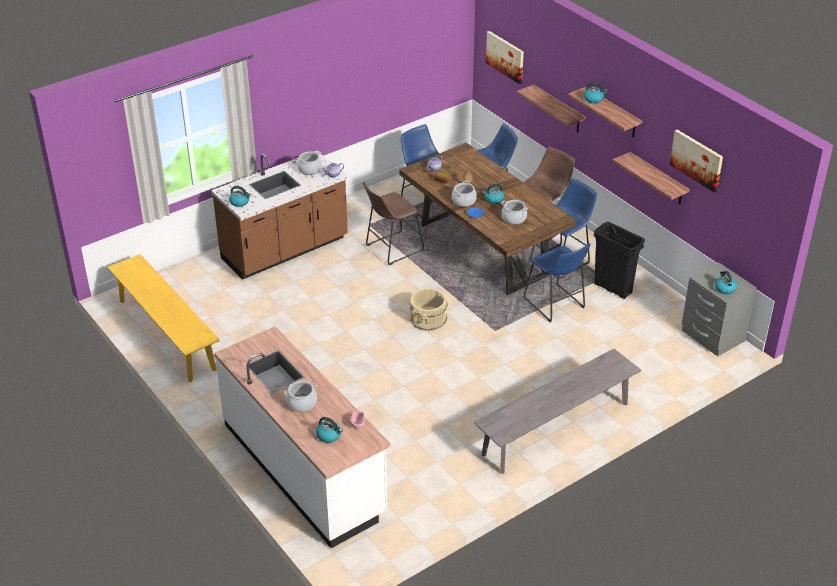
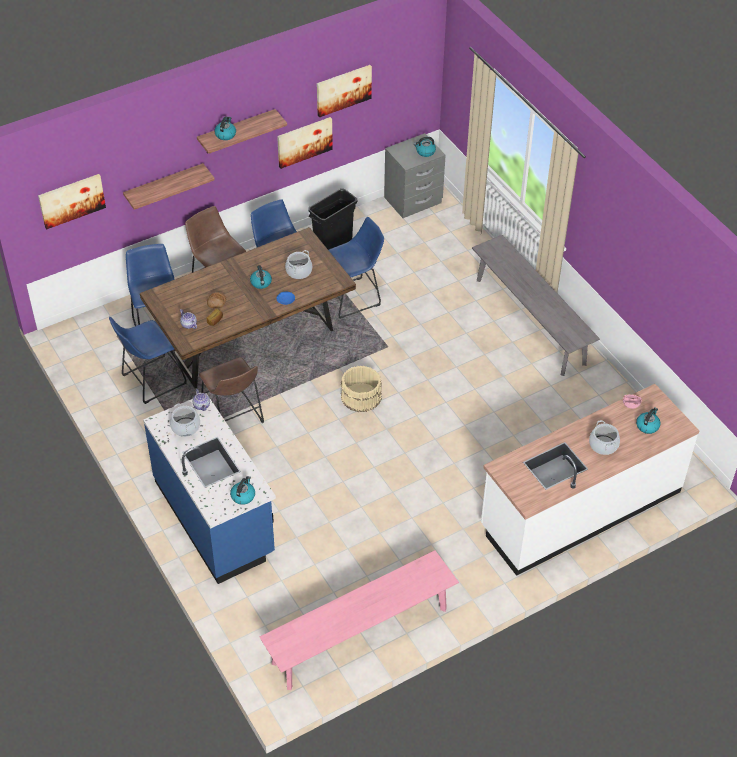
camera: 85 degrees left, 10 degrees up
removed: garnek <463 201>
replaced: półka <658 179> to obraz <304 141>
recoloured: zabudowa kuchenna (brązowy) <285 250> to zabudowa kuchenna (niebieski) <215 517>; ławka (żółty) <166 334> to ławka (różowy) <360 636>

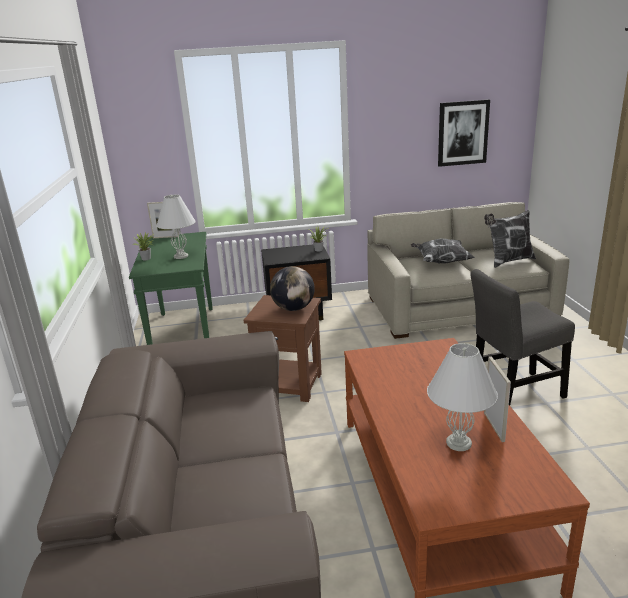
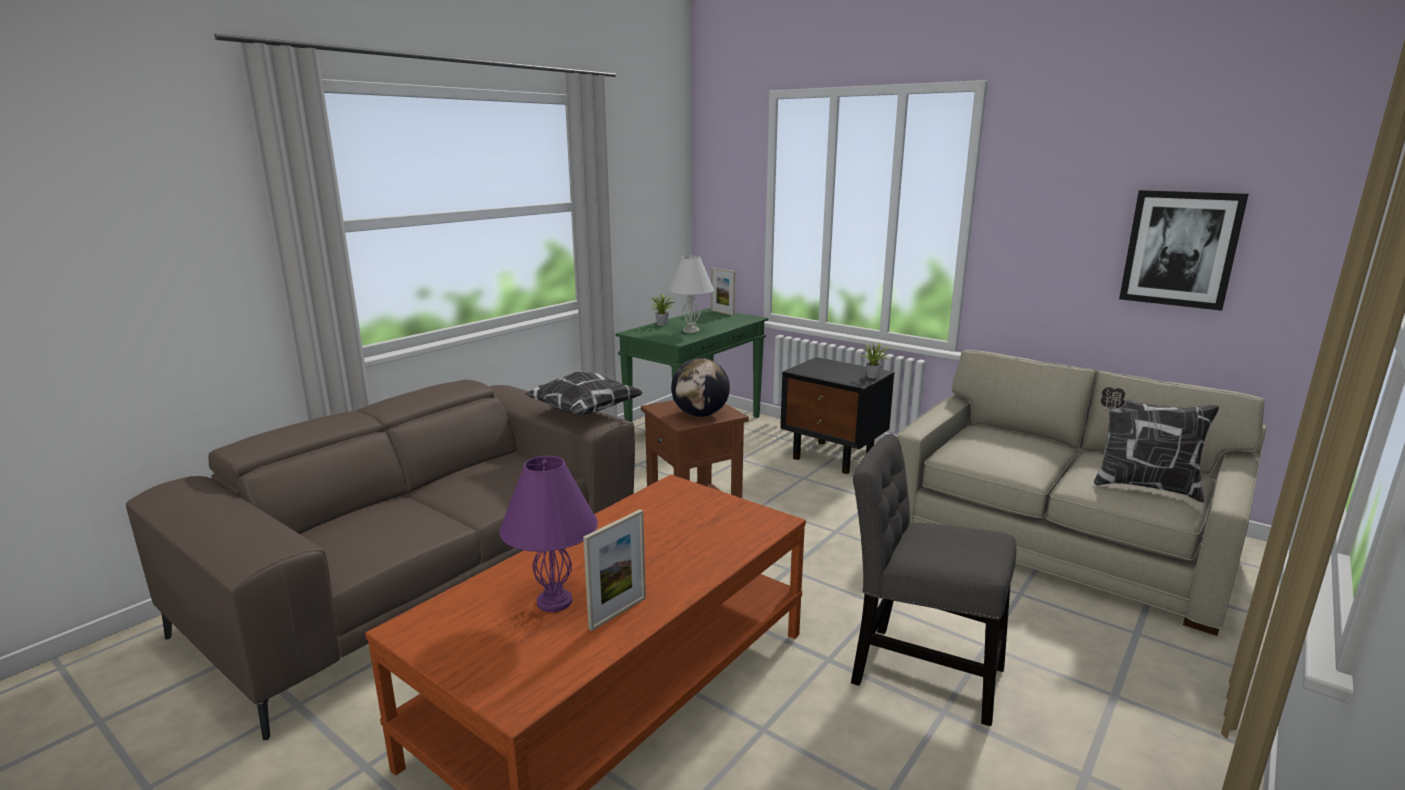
camera: 45 degrees right, 5 degrees down
moved: poduszka <440 262> to <584 412>
recoloured: lampa stołowa (biały) <459 443> to lampa stołowa (fioletowy) <553 602>

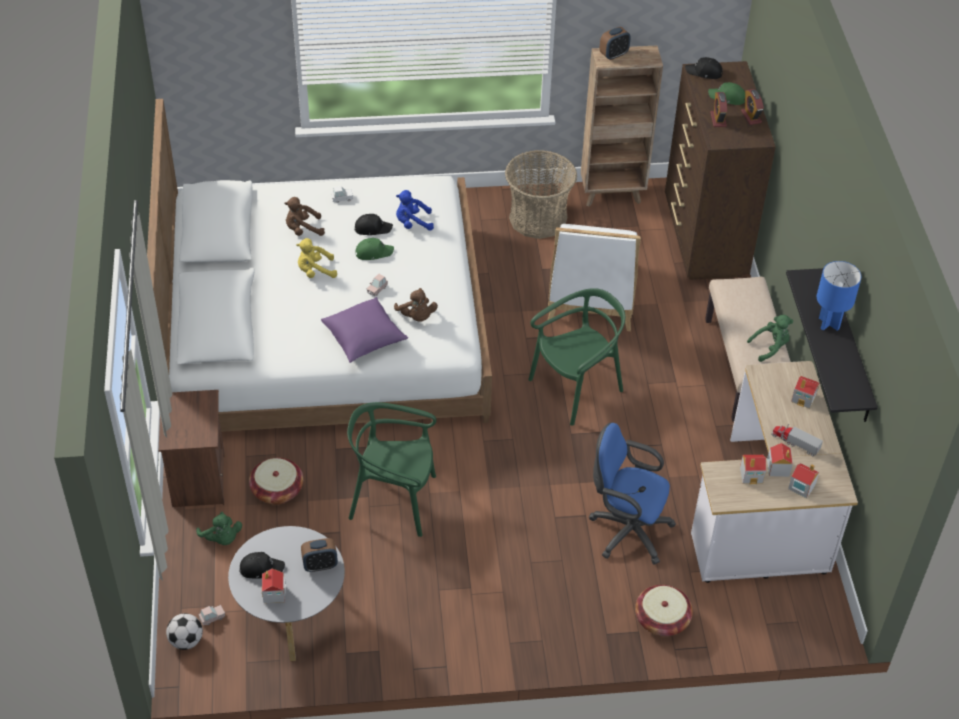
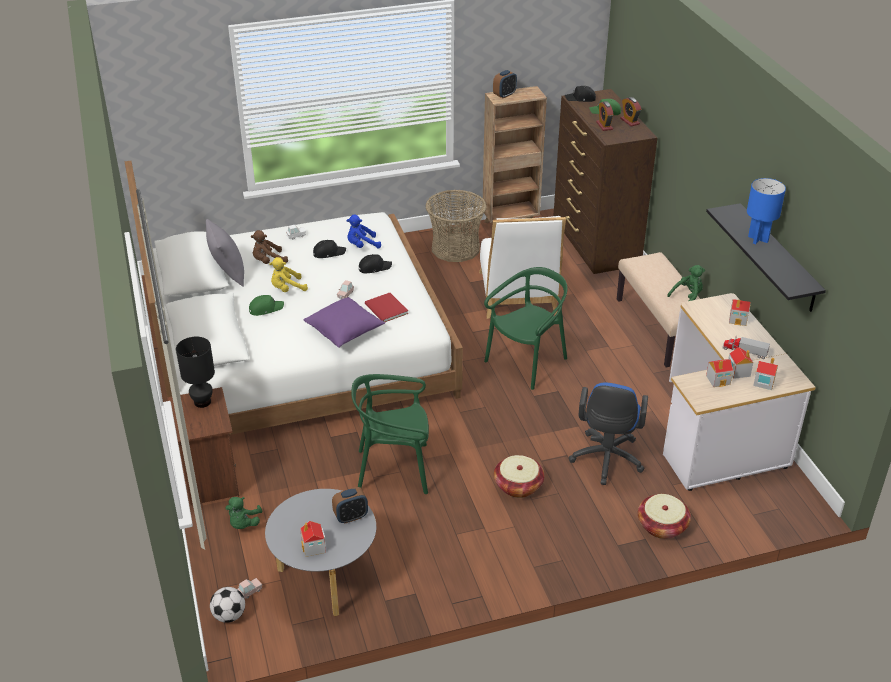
camera: 10 degrees left, 10 degrees down
added: lampa stołowa (czarny) <202 402>; poduszka (szary) <228 274>
moved: czapka z daszkiem (zielony) <373 252> to <265 308>; czapka z daszkiem (czarny) <261 568> to <374 267>; koszyk <277 490> to <518 486>
replaced: pluszak (brązowy) <416 317> to książka (czerwony) <386 310>
turned: pluszak (zielony) <222 538> = <243 524> 60 degrees clockwise; krzesło biurowe (niebieski) <626 530> = <606 461> 90 degrees counterclockwise

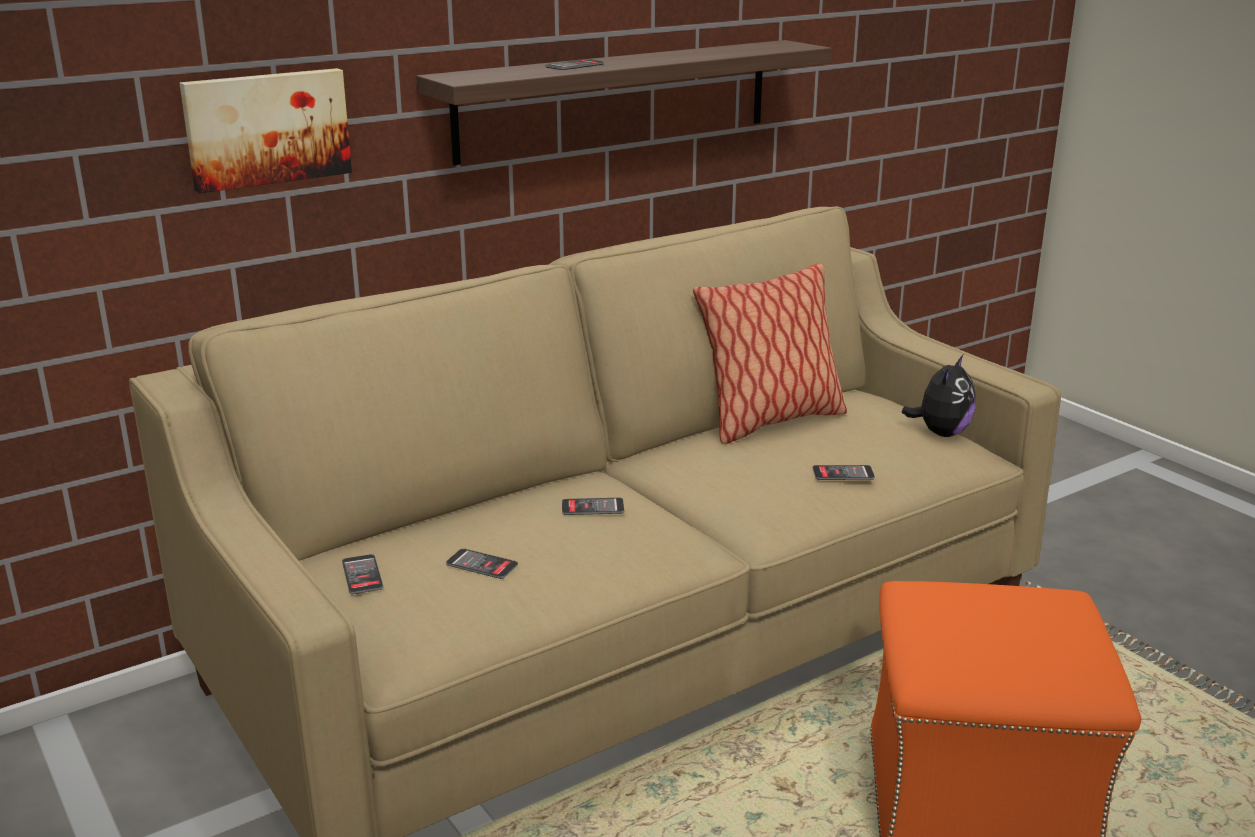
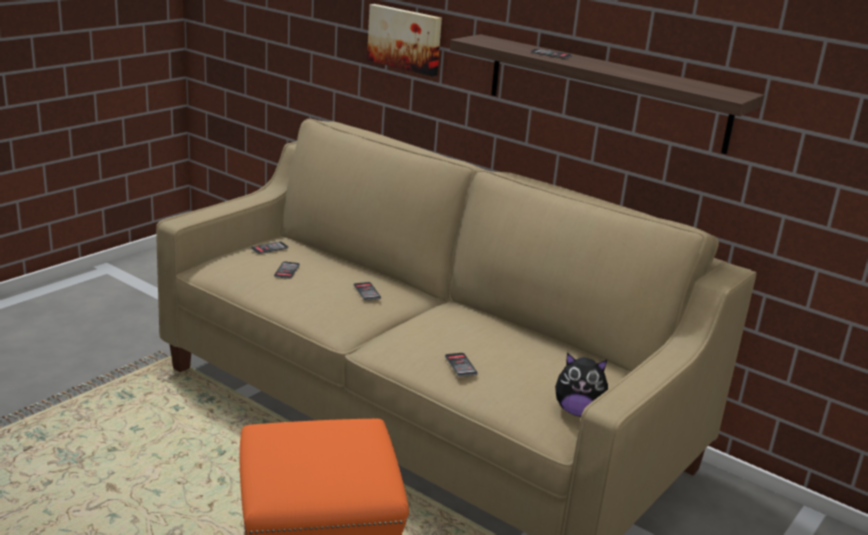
camera: 70 degrees right, 0 degrees up
removed: poduszka <771 422>

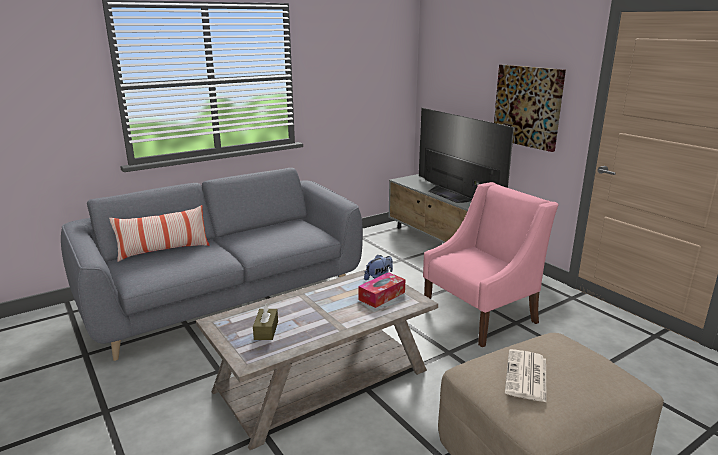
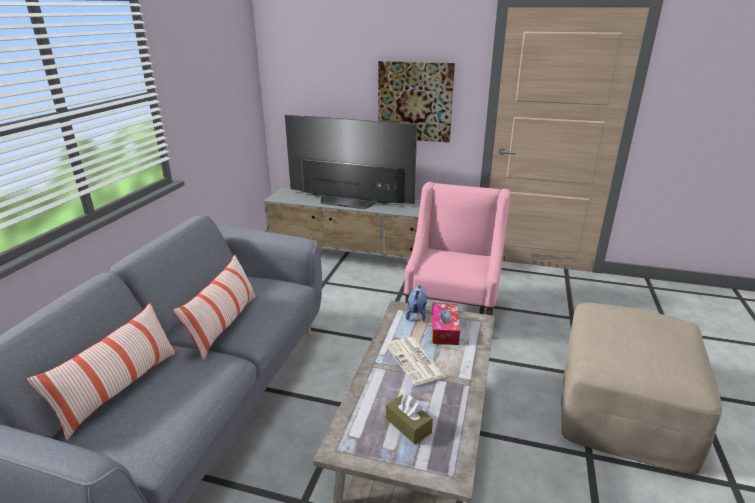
camera: 40 degrees left, 5 degrees up
added: poduszka <224 324>
moved: gazeta <527 376> to <415 361>

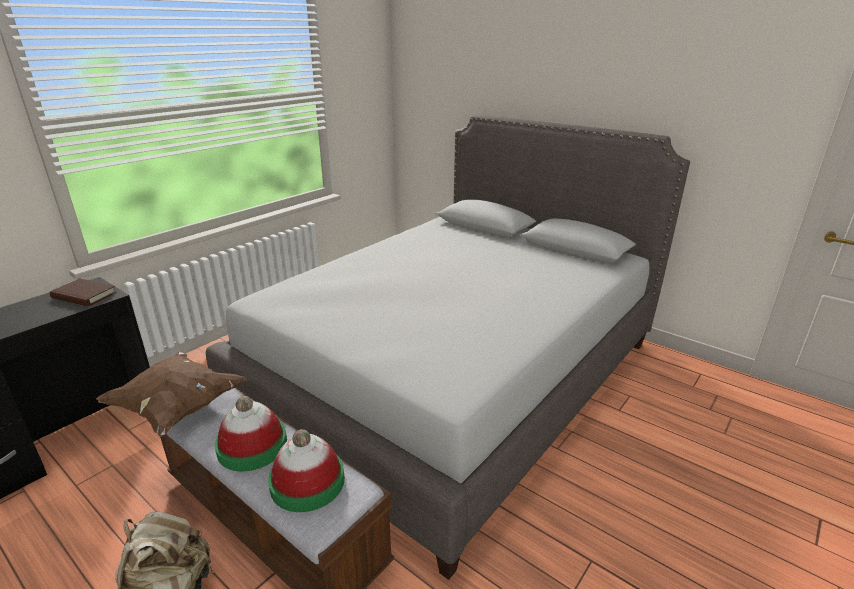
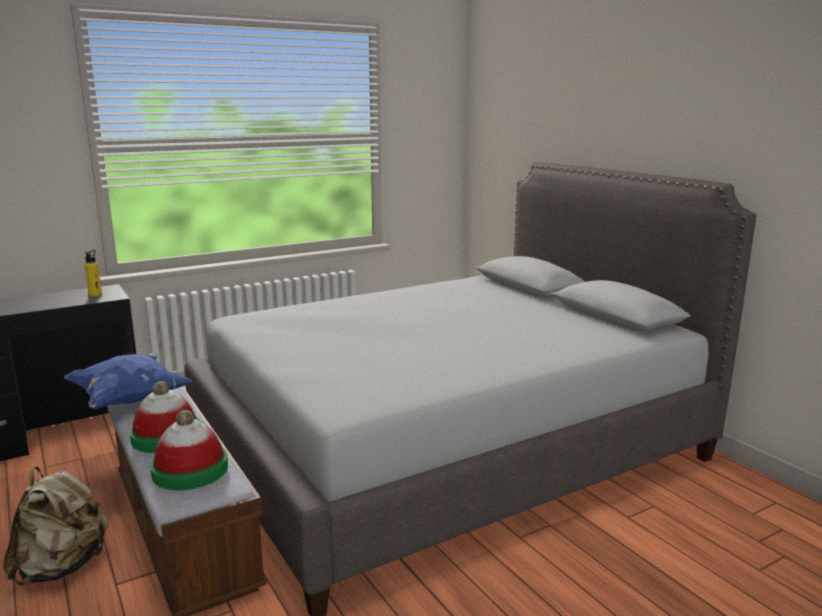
camera: 20 degrees right, 10 degrees down
replaced: książka (brązowy) <84 295> to butelka (żółty) <95 295>
recoloured: poduszka (brązowy) <177 408> to poduszka (niebieski) <129 399>

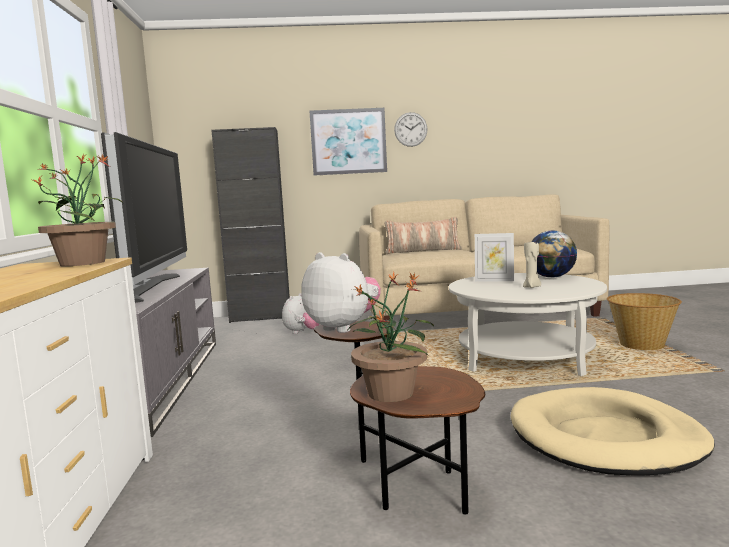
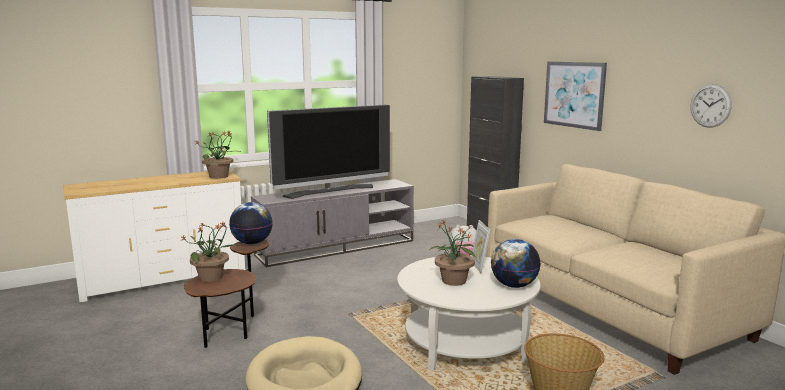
camera: 65 degrees right, 5 degrees up
removed: poduszka <423 251>
moved: zegar ścienny <410 129> to <710 105>
replaced: pluszak <343 327> to globus <252 243>; świeca (beżowy) <532 287> to roślina doniczkowa <453 281>

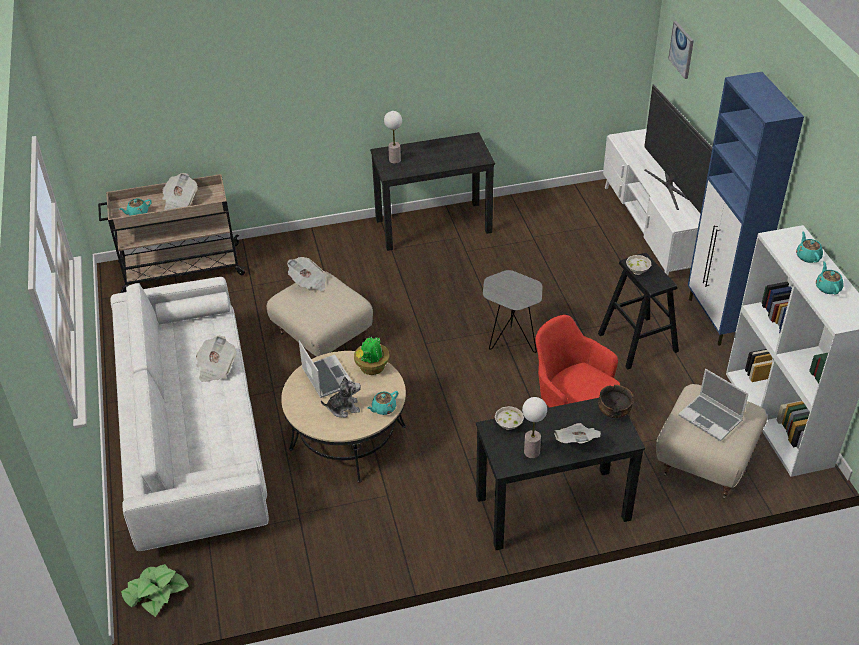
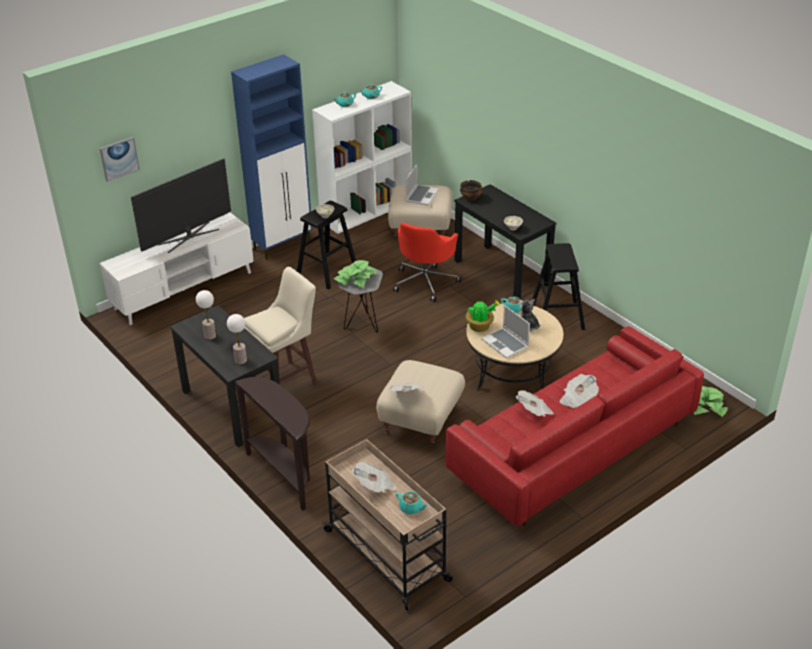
camera: 115 degrees left, 5 degrees down
added: stolik konsolowy (brązowy) <285 475>; stołek (beżowy) <286 381>; roślina doniczkowa <355 279>; stołek (czarny) <557 317>
moved: lampa stołowa <531 452> to <210 336>; gazeta <576 442> to <577 399>
recoloured: kanapa (biały) <193 435> to kanapa (czerwony) <572 449>
turned: laptop <326 377> = <506 344> 75 degrees counterclockwise

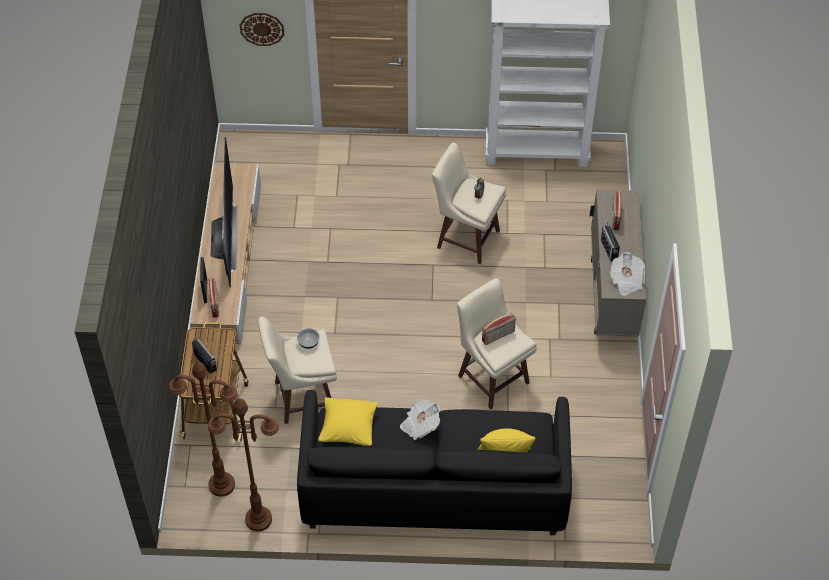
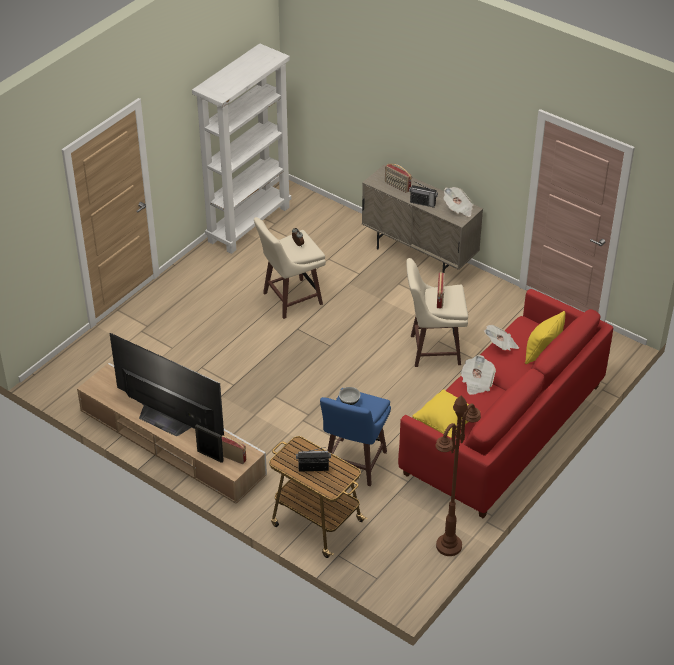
camera: 55 degrees left, 10 degrees down
removed: lampa stojąca (brązowy) <221 485>; zegar ścienny <262 28>
added: gazeta <501 345>
recoloured: stołek (beżowy) <302 397> to stołek (niebieski) <354 463>; kanapa (czarny) <434 487> to kanapa (czerwony) <504 429>

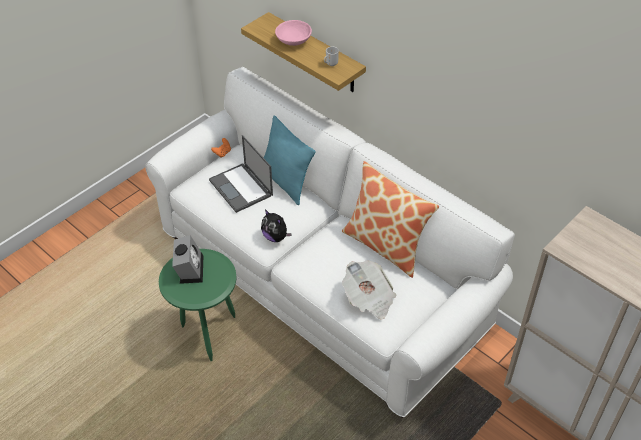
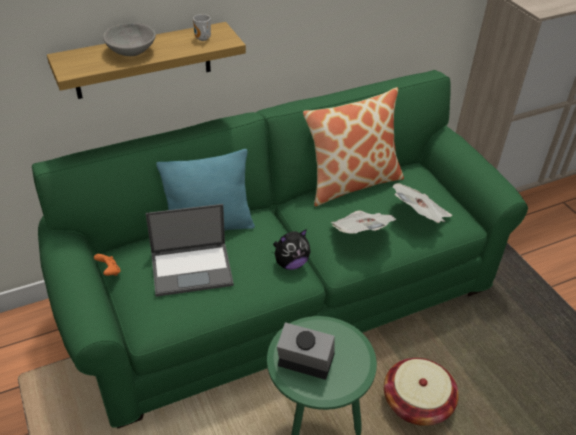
camera: 70 degrees left, 5 degrees down
added: gazeta <360 233>; koszyk <417 403>
recoloured: kanapa (biały) <320 280> to kanapa (zielony) <285 295>; miska (różowy) <294 41> to miska (szary) <131 51>

